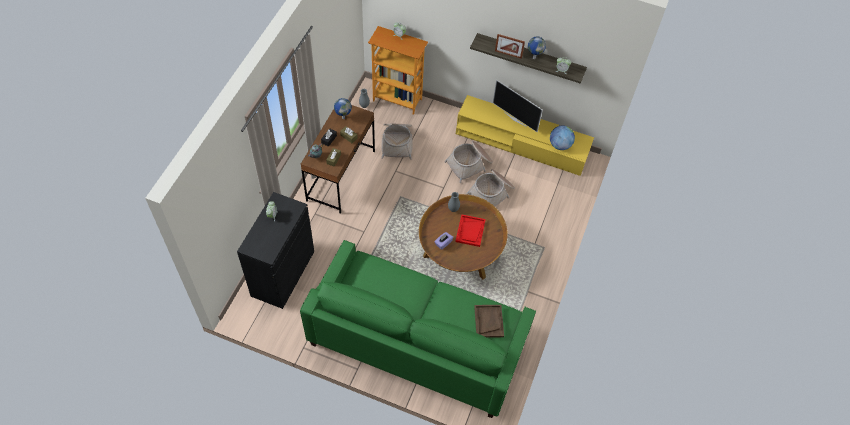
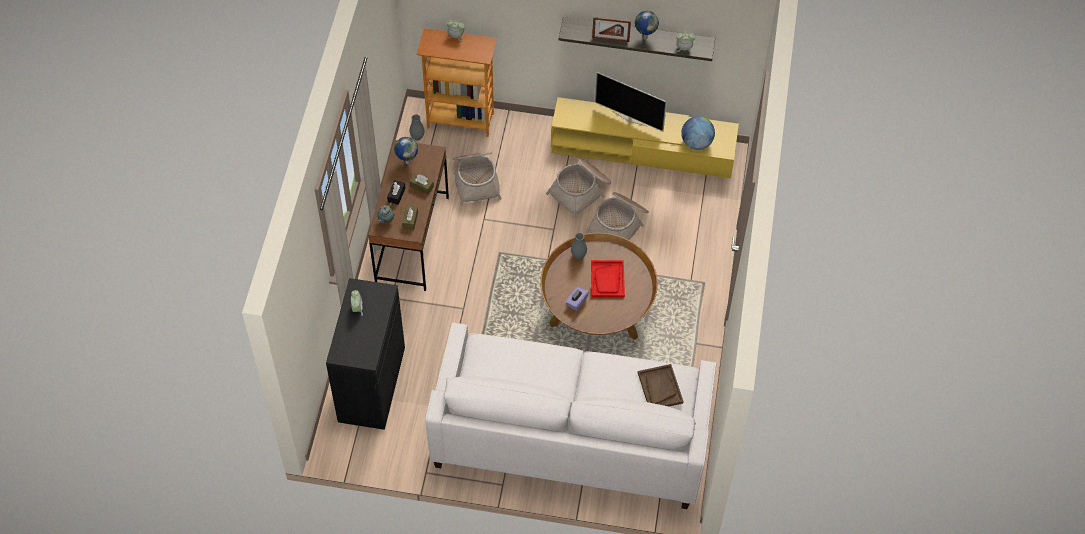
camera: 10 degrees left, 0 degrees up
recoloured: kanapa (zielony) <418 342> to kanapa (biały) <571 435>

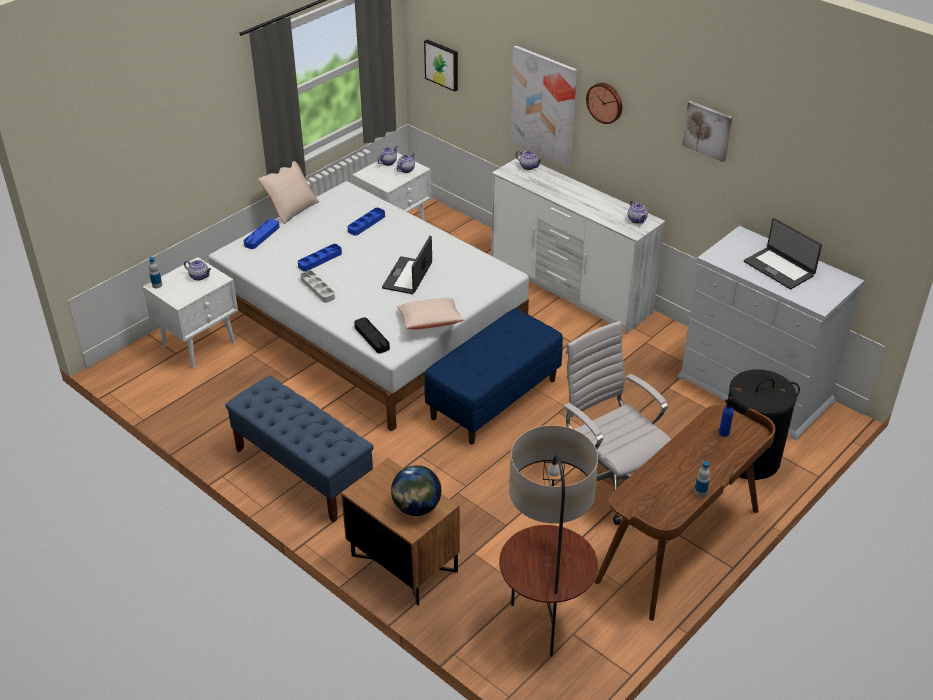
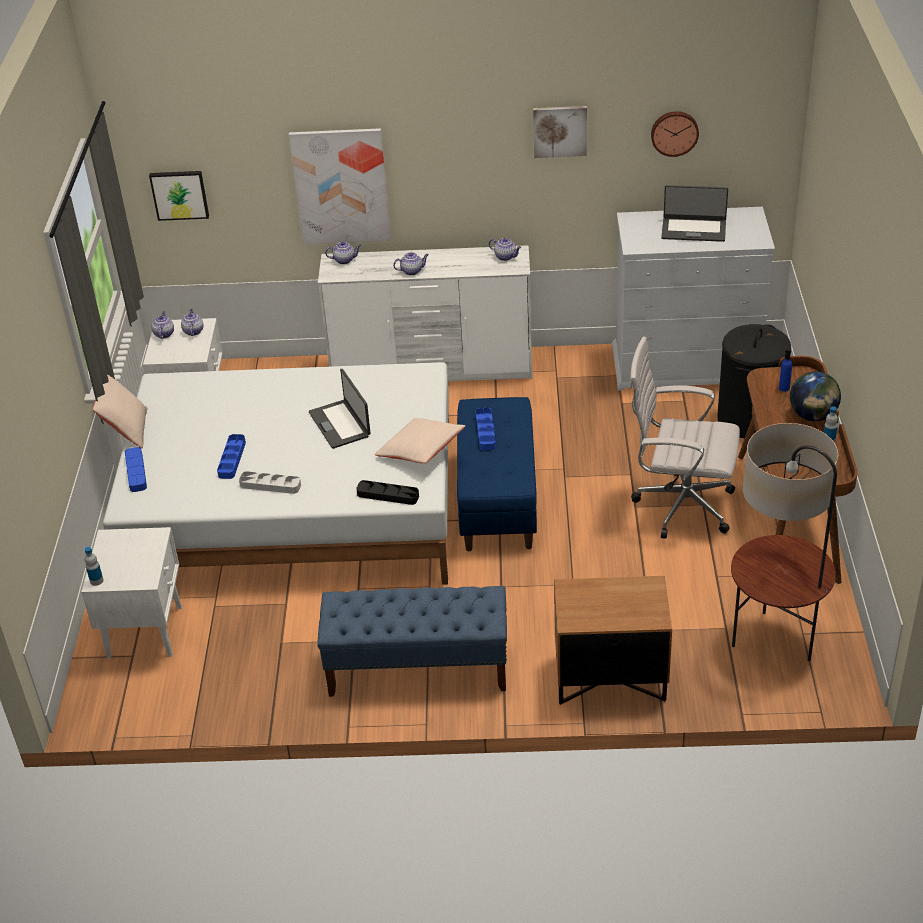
camera: 40 degrees left, 0 degrees up
moved: imbryk <199 276> to <412 271>; taca (niebieski) <366 223> to <485 431>; zegar ścienny <605 102> to <674 132>; globus <416 507> to <813 416>

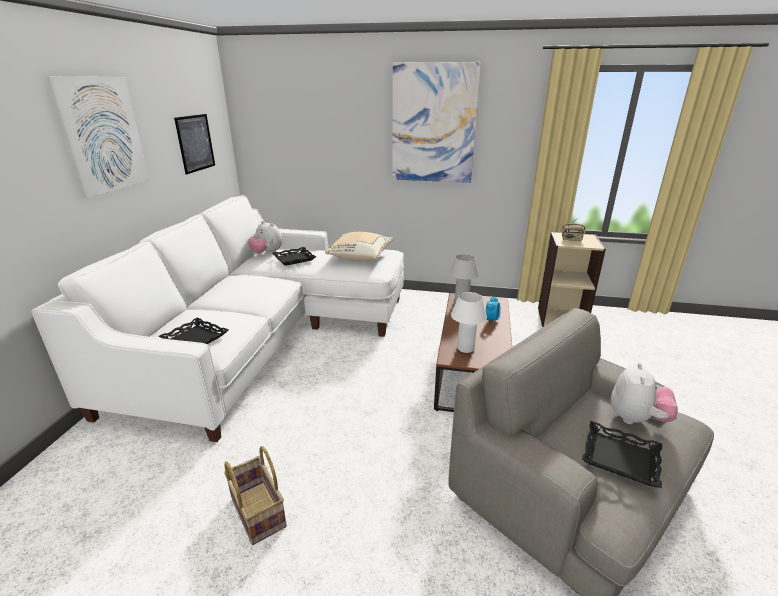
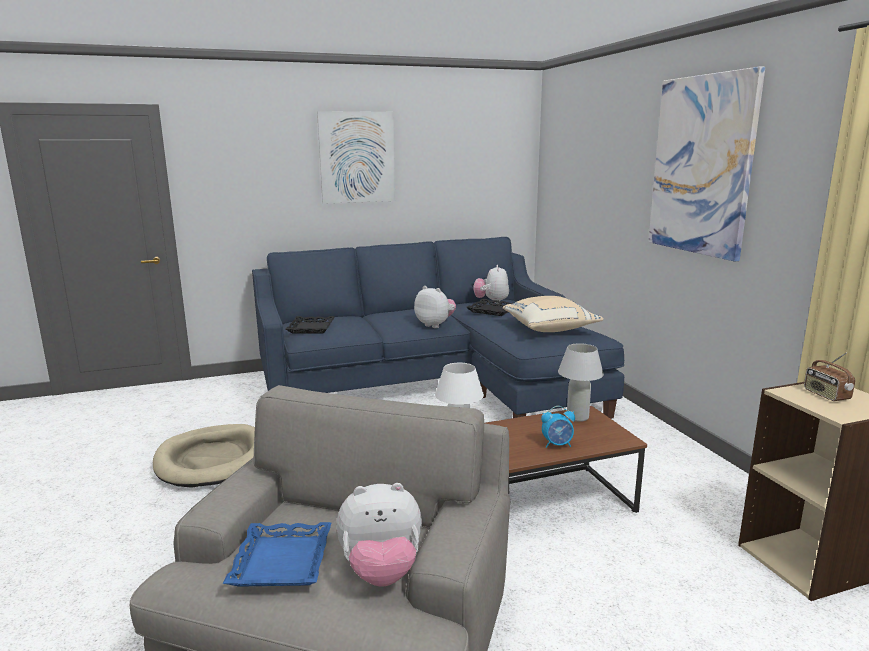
camera: 60 degrees right, 10 degrees down
removed: obraz <195 143>
added: pluszak <435 325>
replaced: koszyk <257 512> to legowisko (beżowy) <213 460>
recoloured: taca (czarny) <620 458> to taca (niebieski) <281 561>; kanapa (biały) <265 337> to kanapa (niebieski) <434 382>

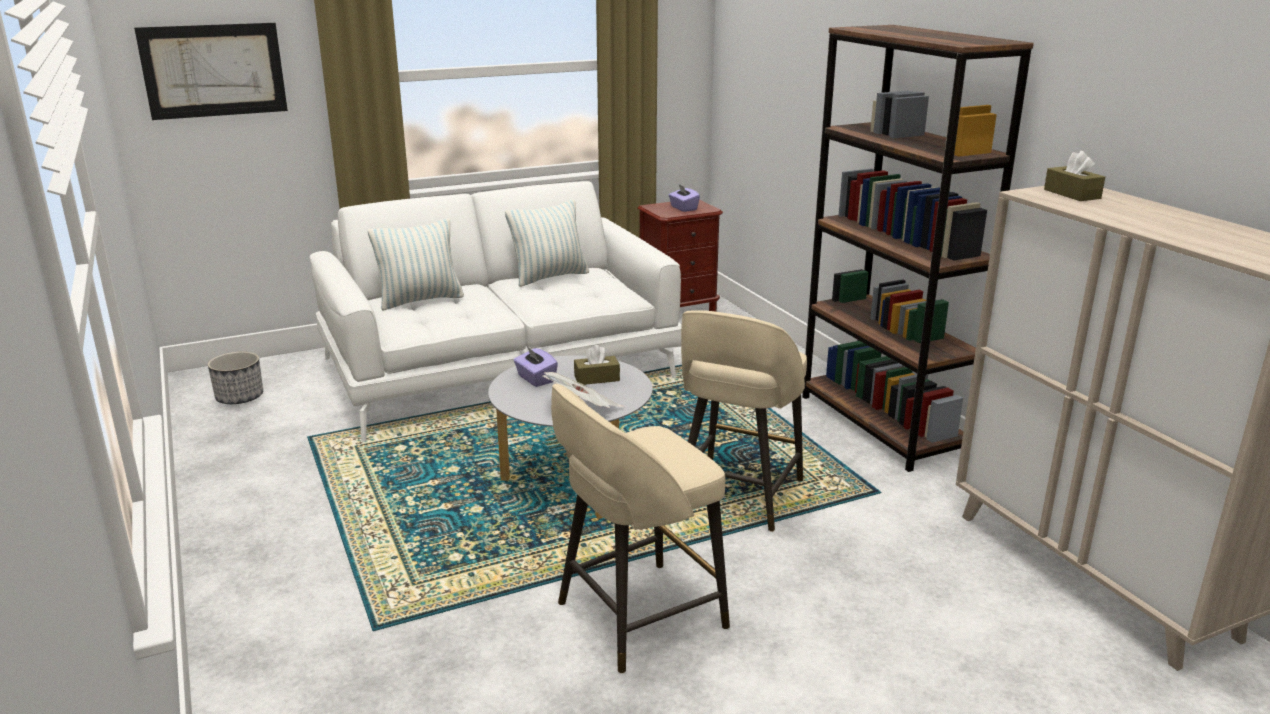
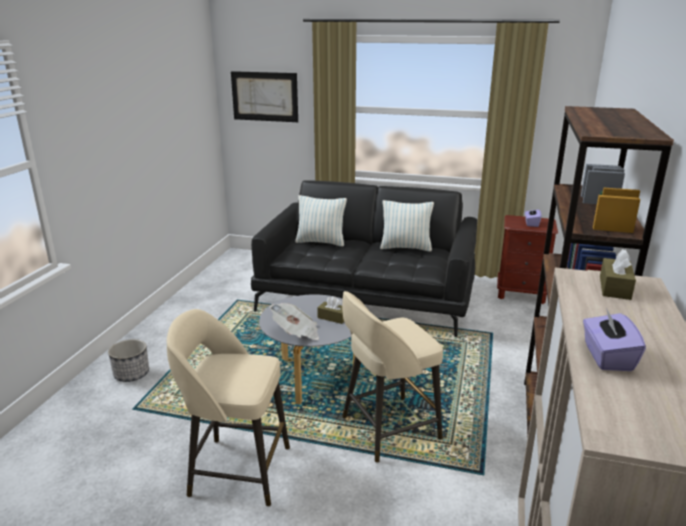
camera: 40 degrees right, 0 degrees up
moved: donica <239 397> to <131 374>; pudełko chusteczek (fioletowy) <535 379> to <607 357>
recoloured: kanapa (biały) <500 369> to kanapa (czarny) <368 295>

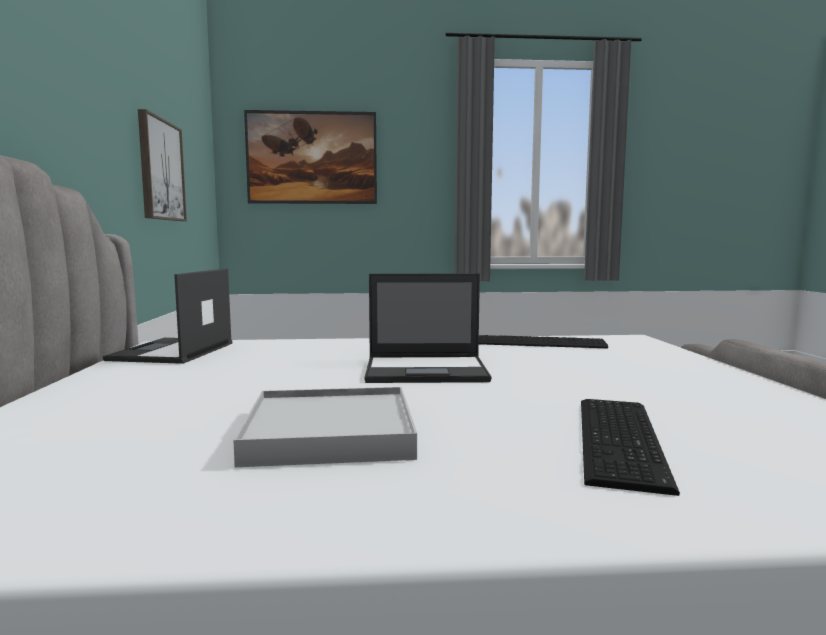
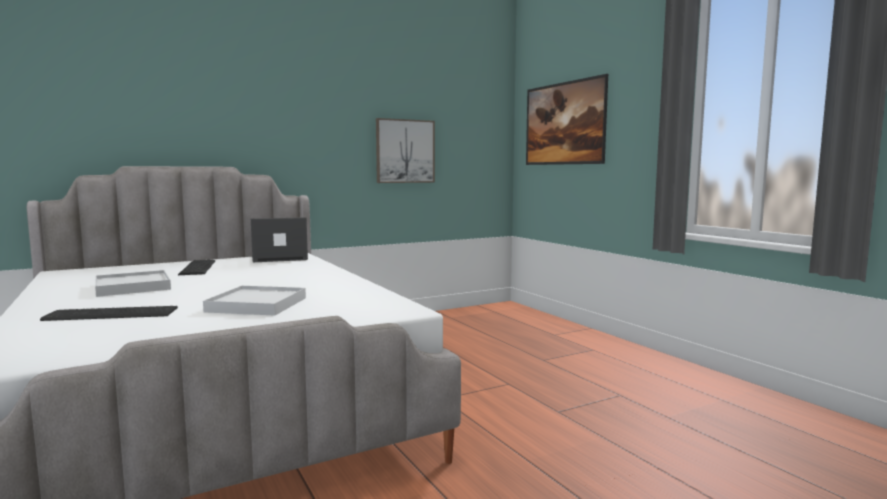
camera: 65 degrees right, 0 degrees up
removed: laptop <427 370>
added: taca (biały) <257 305>
moved: klawiatura <538 342> to <199 267>

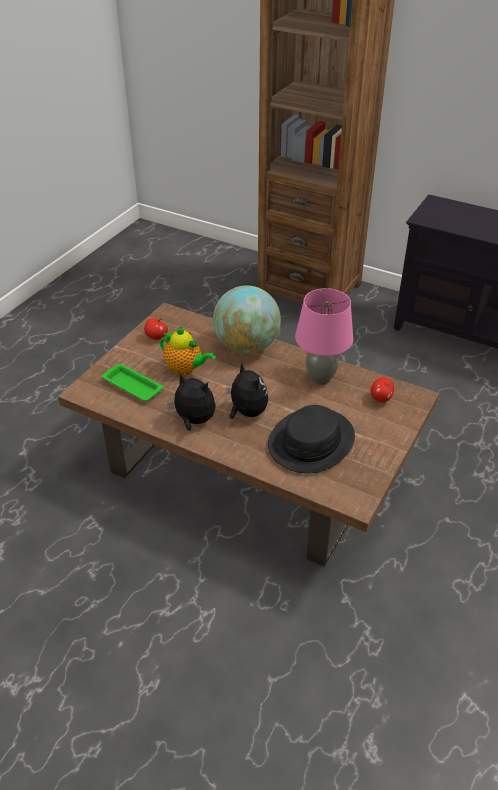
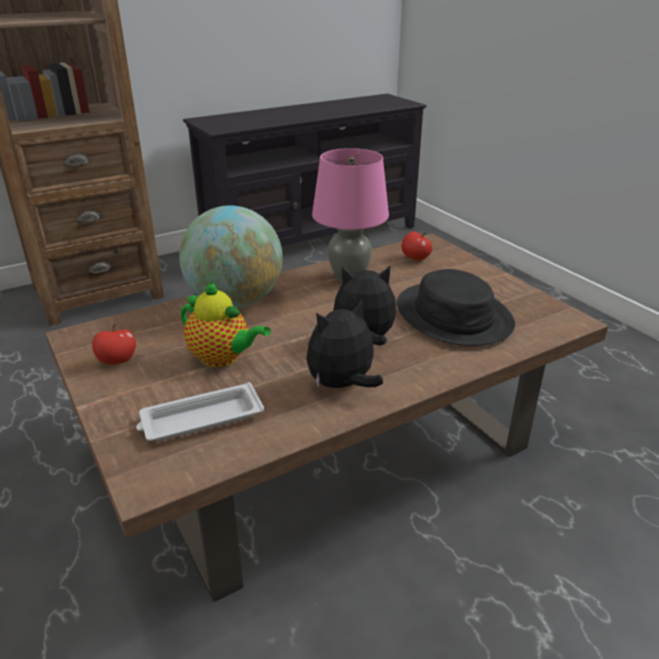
camera: 60 degrees left, 10 degrees down
recoloured: taca (zielony) <132 385> to taca (biały) <200 419>
turned: imbryk <185 369> = <223 359> 60 degrees clockwise

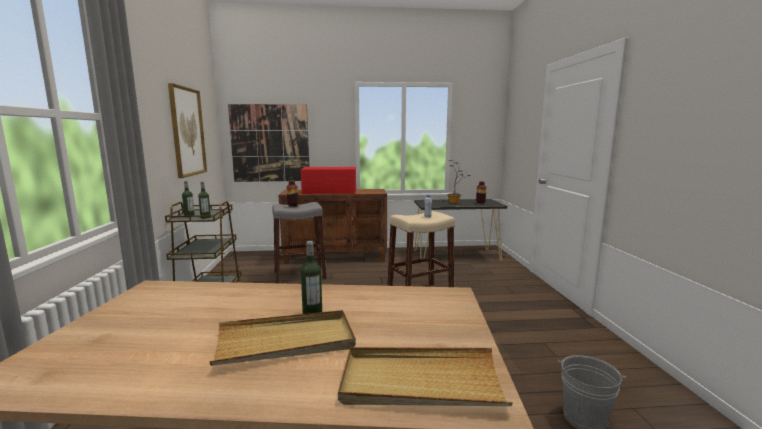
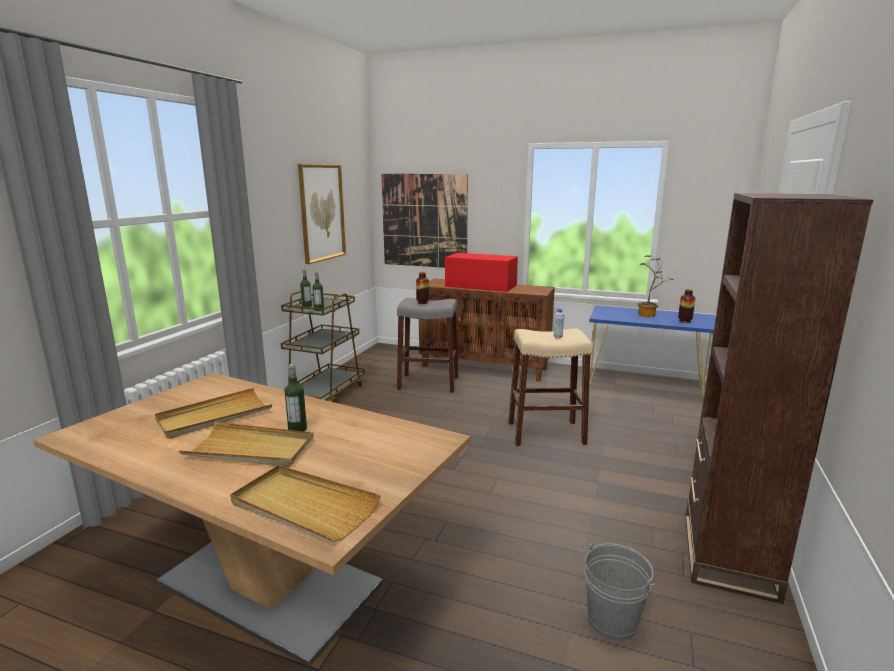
camera: 25 degrees right, 5 degrees up
added: taca (beżowy) <214 416>; regał (brązowy) <728 555>
recoloured: stolik konsolowy (czarny) <456 255> to stolik konsolowy (niebieski) <645 389>

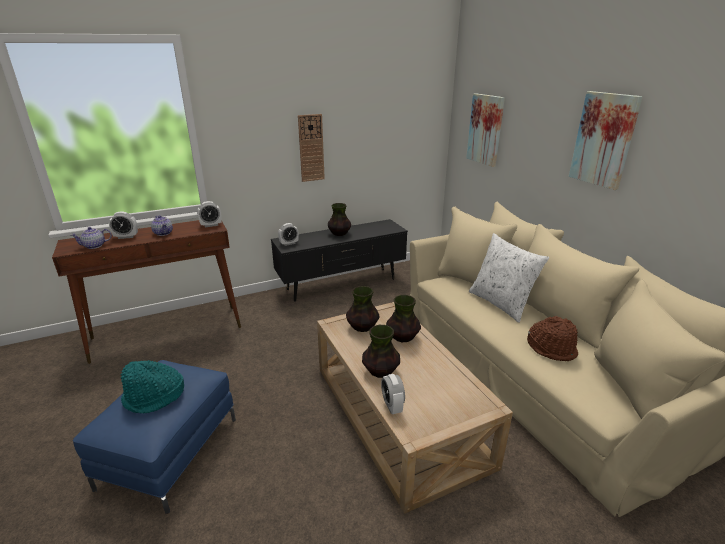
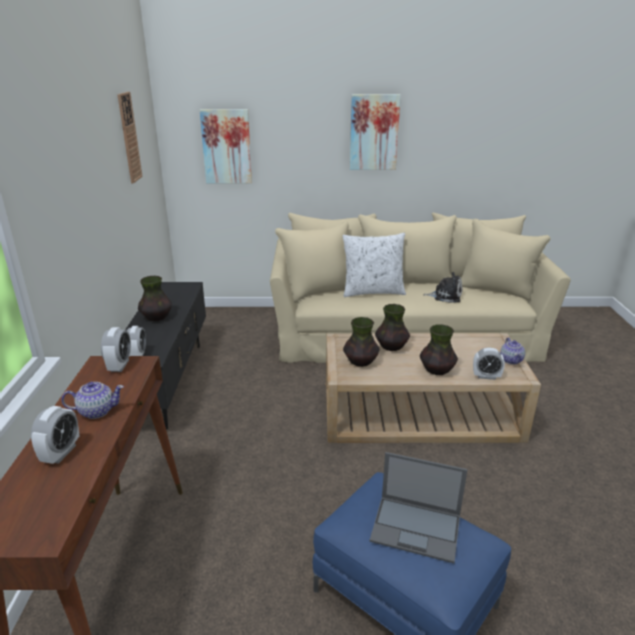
camera: 65 degrees left, 0 degrees up
moved: zegar ścienny <311 148> to <129 138>; imbryk <95 246> to <511 360>
replaced: kapelusz (turkusowy) <154 397> to laptop <417 528>; kapelusz (brązowy) <551 348> to pluszak <445 296>

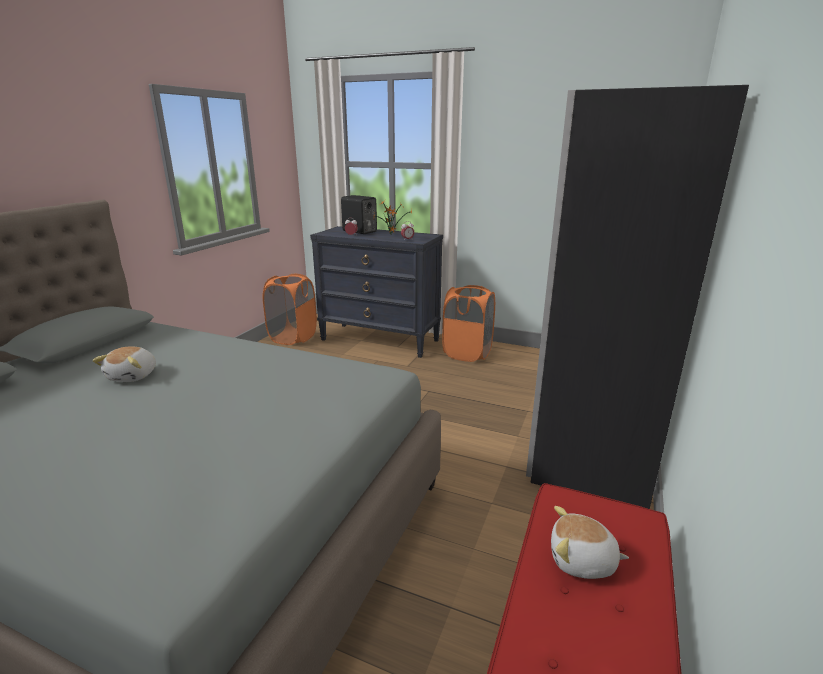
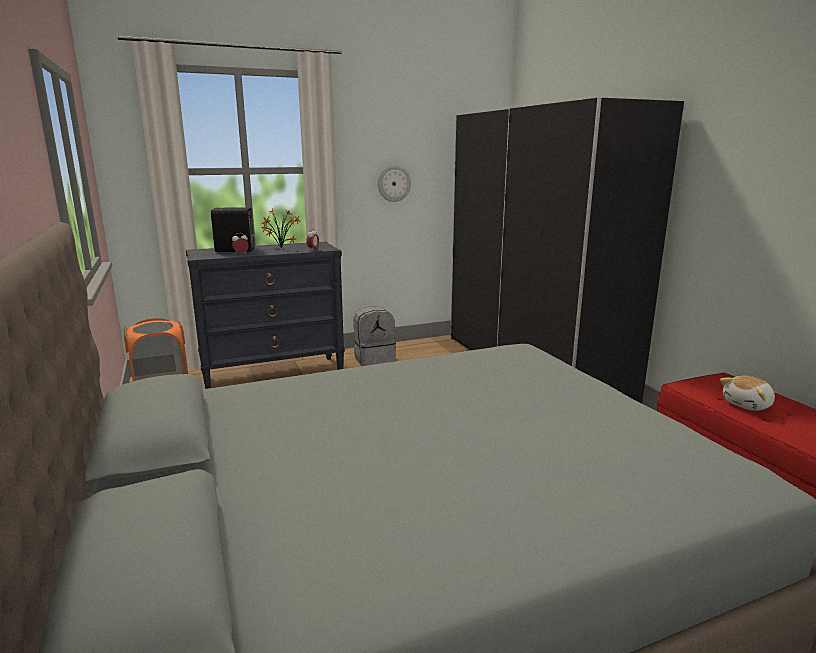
camera: 45 degrees left, 5 degrees down
removed: pluszak <133 376>
added: zegar ścienny <394 183>
replaced: kosz na pranie (pomarańczowy) <467 353> to plecak (szary) <374 359>

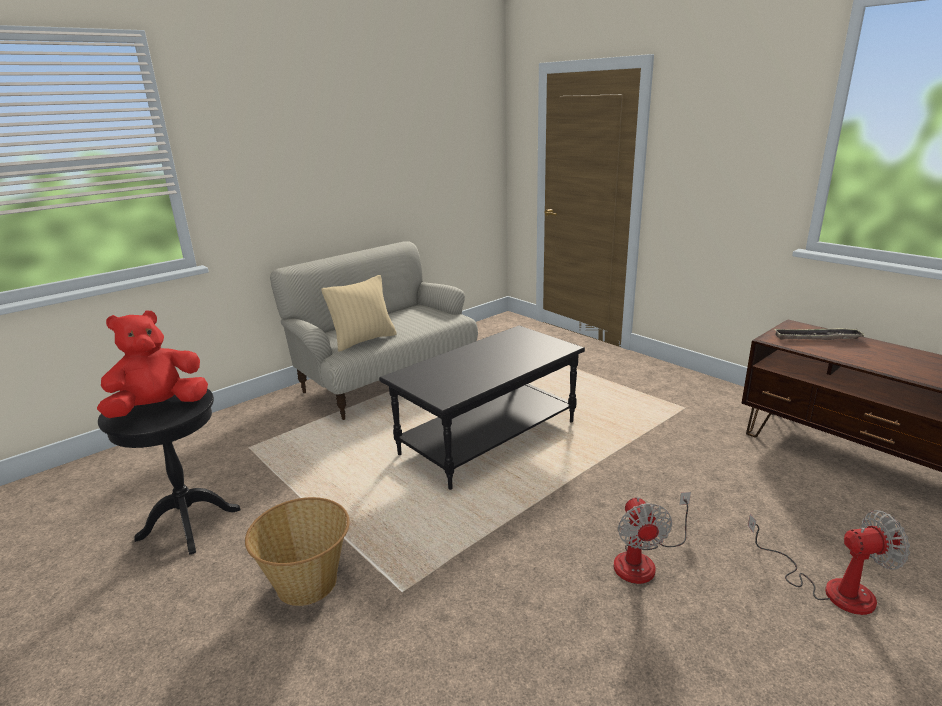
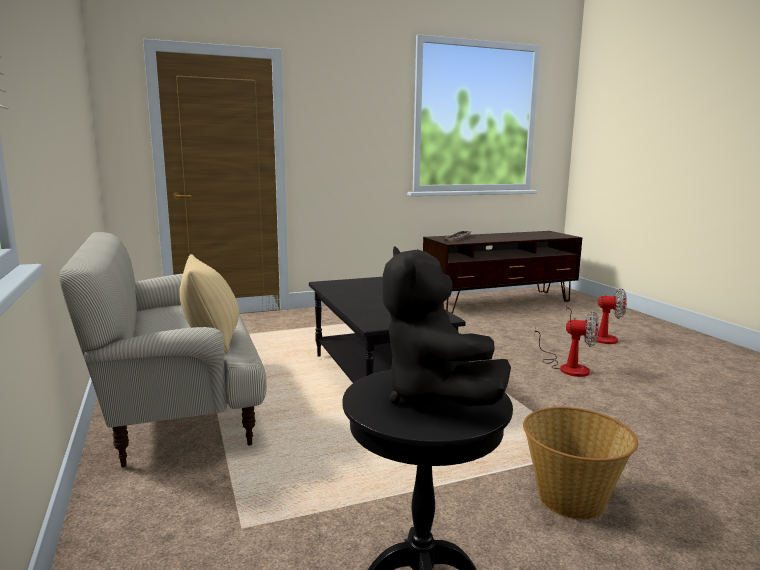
camera: 70 degrees left, 10 degrees down
recoloured: pluszak (czerwony) <159 408> to pluszak (czarny) <433 396>
turned: wentylator <831 588> = <598 337> 90 degrees clockwise

